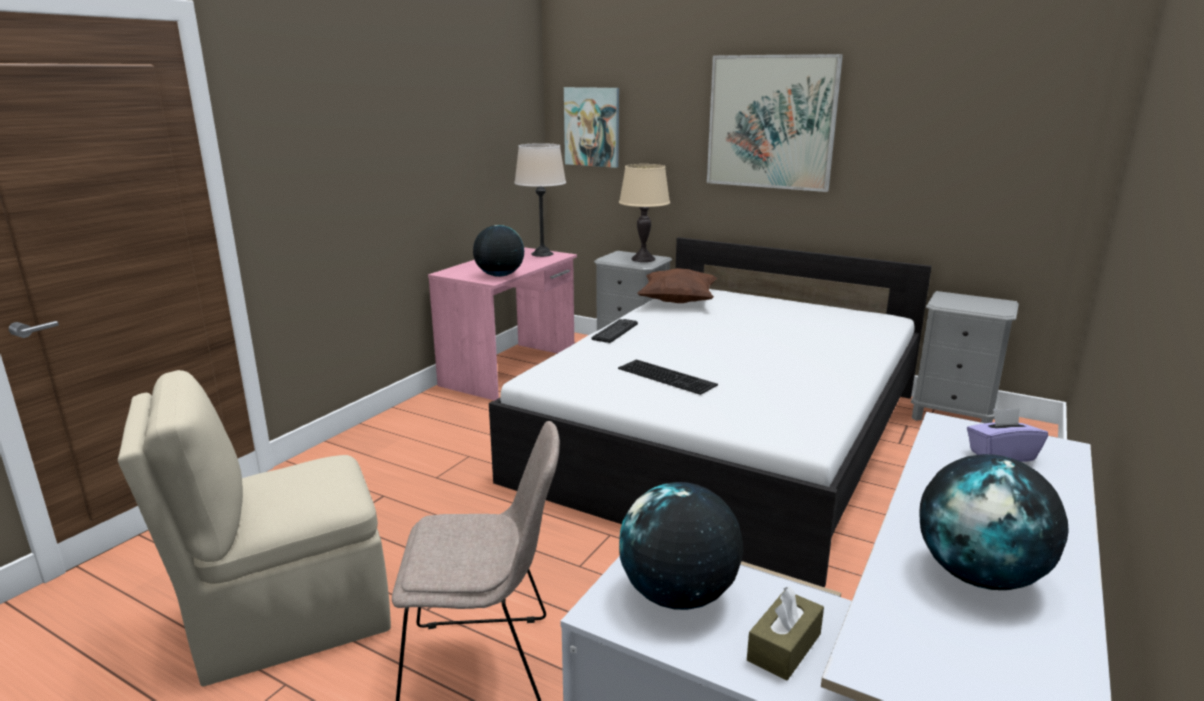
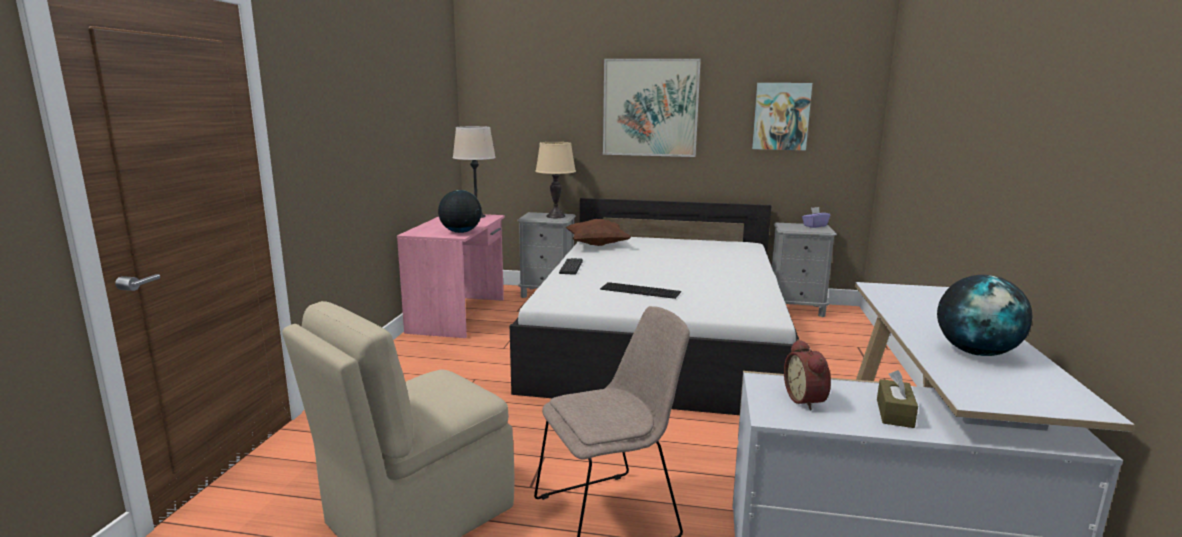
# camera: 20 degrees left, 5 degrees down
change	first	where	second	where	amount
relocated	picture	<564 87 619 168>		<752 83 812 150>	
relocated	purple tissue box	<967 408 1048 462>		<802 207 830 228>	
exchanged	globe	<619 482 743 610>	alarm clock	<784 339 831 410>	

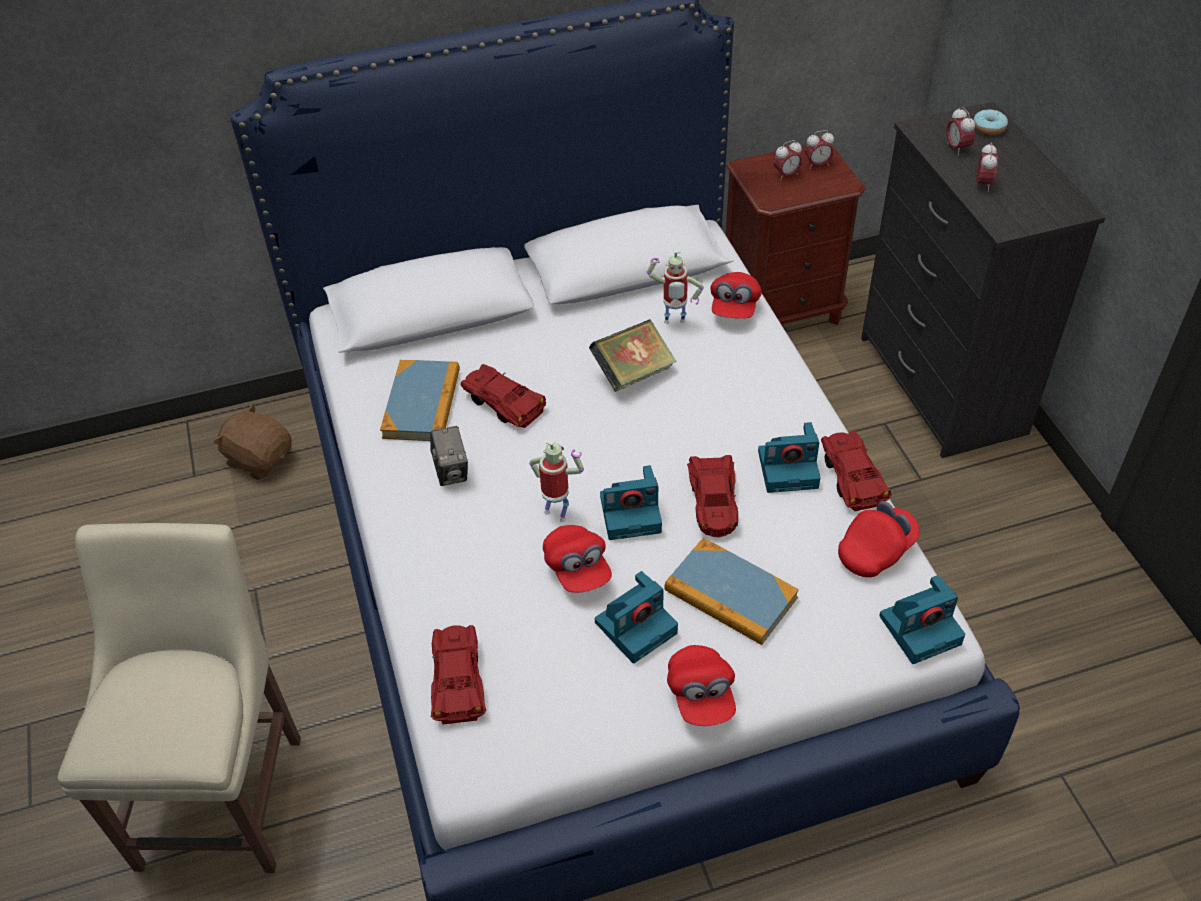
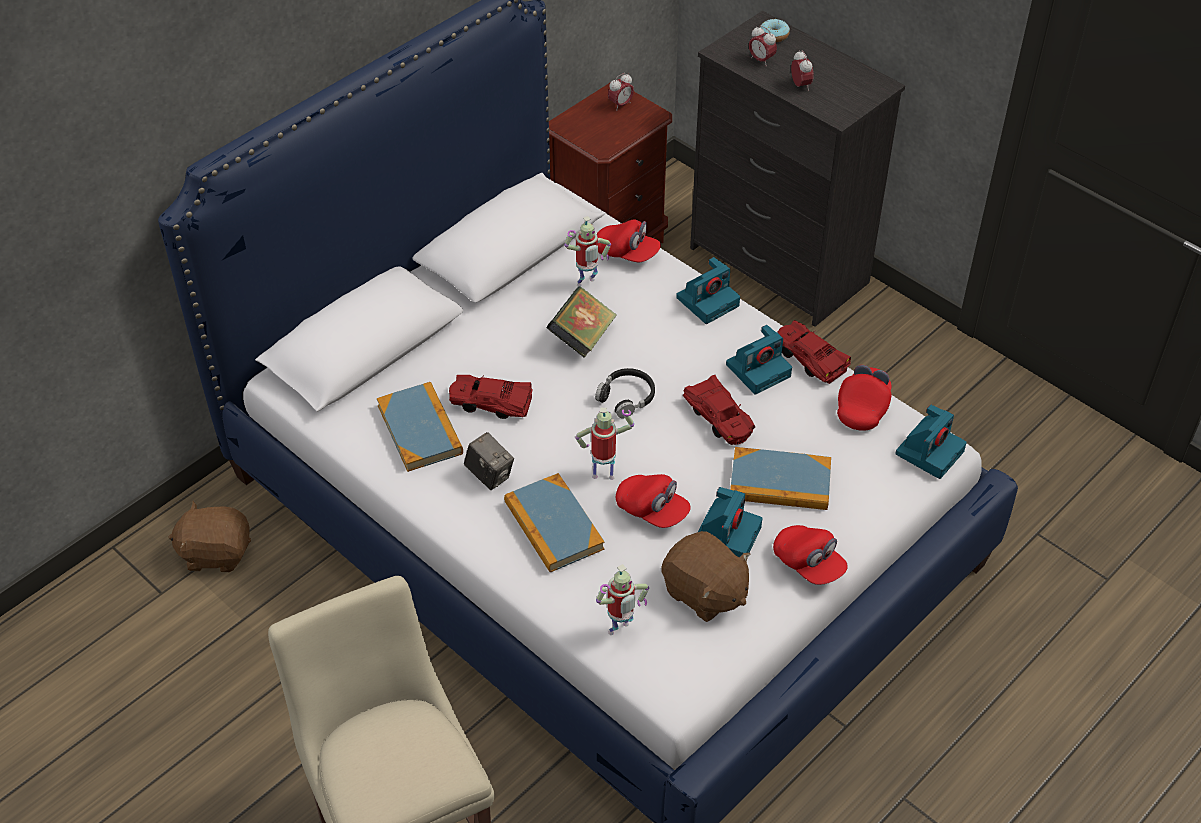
# camera: 30 degrees left, 0 degrees up
change	first	where	second	where	amount
missing	alarm clock	<773 140 803 181>			
spun	red cap	<710 272 762 319>		<597 220 661 262>	45 degrees counterclockwise
relocated	photo camera	<600 465 662 540>		<676 257 740 324>	
exchanged	red toy car	<431 625 486 724>	toy robot	<596 564 649 635>	
appeared			black headphones	<595 368 655 418>	
appeared			book	<504 473 604 573>	
appeared			brown plush toy	<661 531 751 622>	

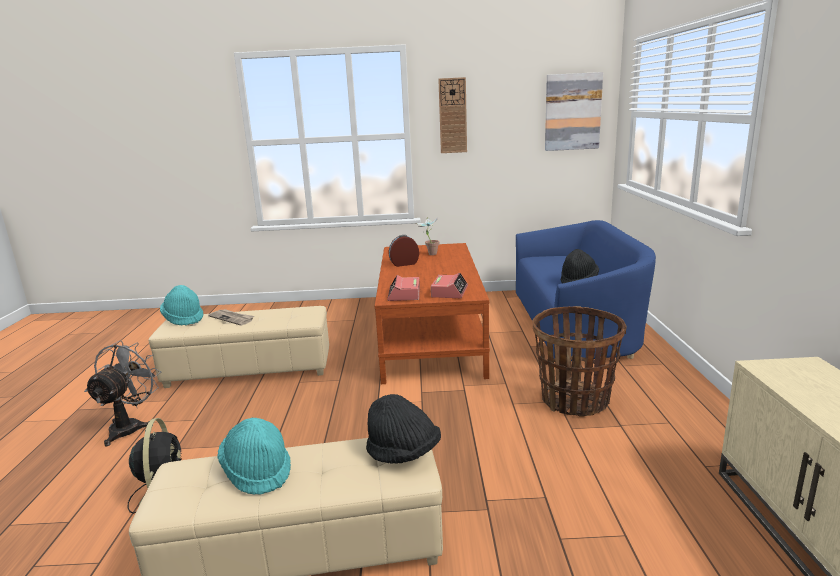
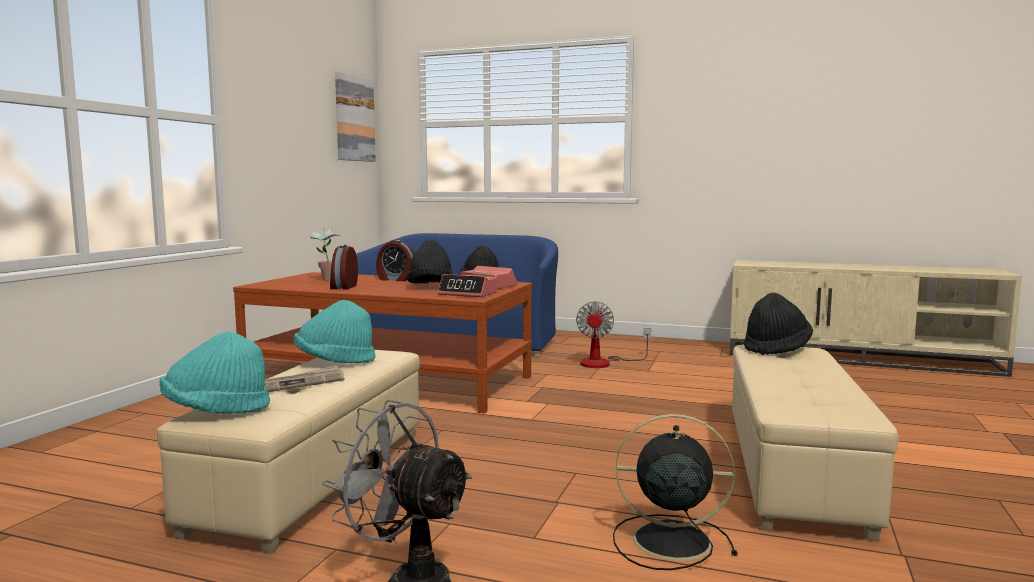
# camera: 70 degrees left, 10 degrees down
change	first	where	second	where	amount
missing	wall clock	<438 77 467 153>			
exchanged	basket	<532 306 627 417>	fan	<576 301 651 368>	
relocated	turquoise hat	<217 418 291 495>		<294 300 376 364>	
appeared			alarm clock	<376 240 414 281>	
appeared			black hat	<407 240 453 284>	

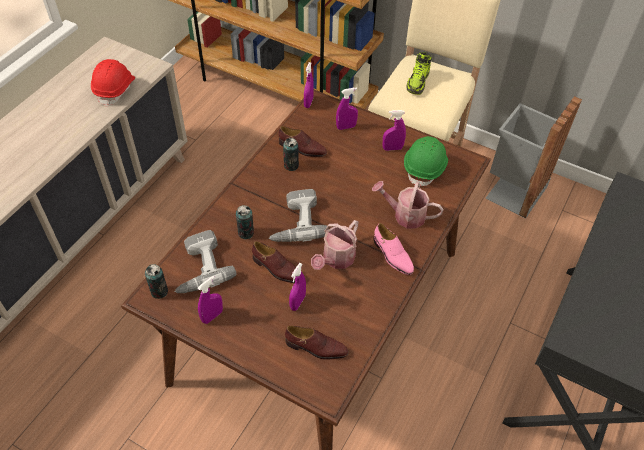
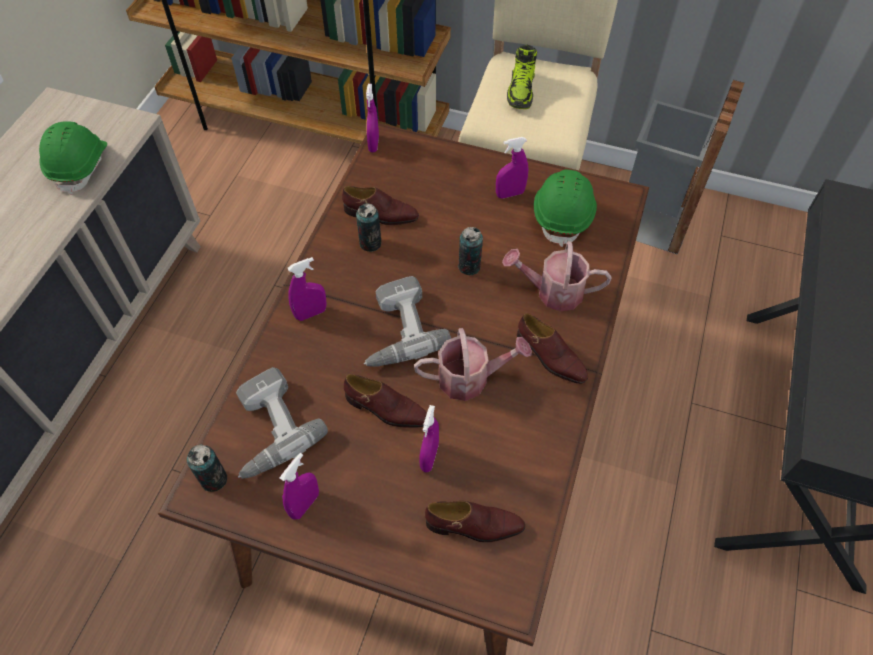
# camera: 10 degrees left, 5 degrees up
change	first	where	second	where	amount
colour	red hard hat	<91 59 135 107>	green hard hat	<39 121 107 195>	
relocated	purple spray bottle	<336 87 358 130>		<287 257 327 321>	
relocated	can	<236 205 254 239>		<458 227 483 275>	
spun	watering can	<311 220 359 270>		<414 328 532 401>	120 degrees counterclockwise
colour	pink shoe	<374 223 414 275>	brown shoe	<517 313 588 384>	

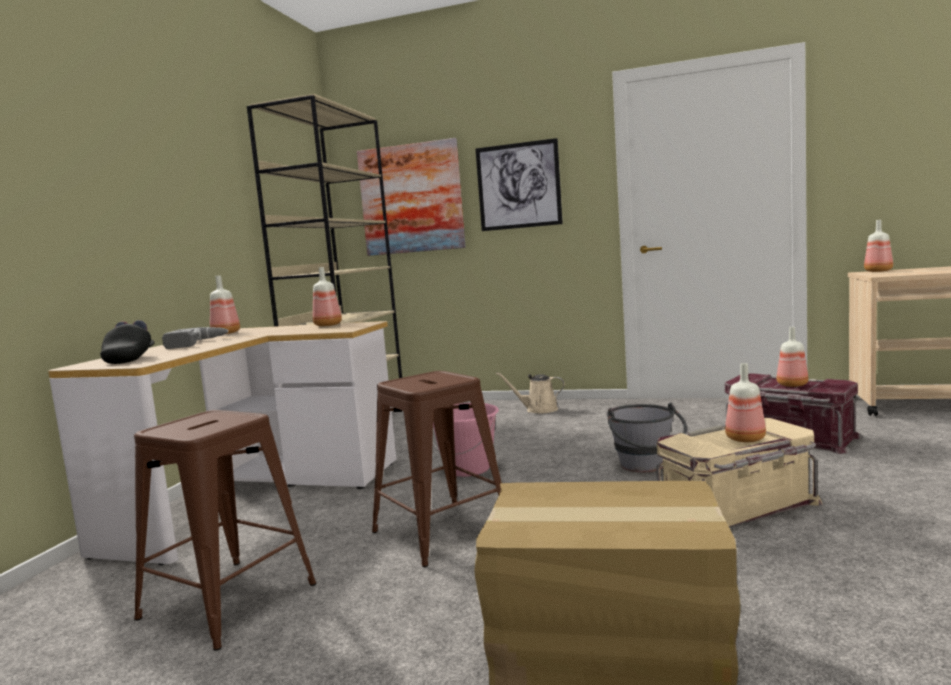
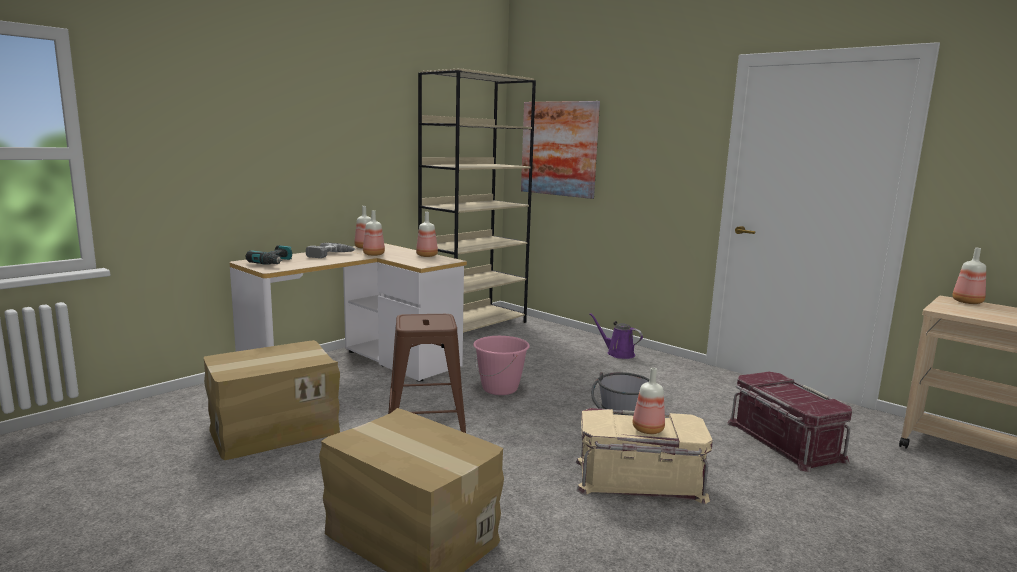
# camera: 25 degrees right, 5 degrees up
change	first	where	second	where	amount
missing	picture	<475 138 563 231>			
exchanged	black cap	<100 320 155 364>	power drill	<246 245 292 265>	
relocated	bottle	<777 327 808 387>		<363 210 385 256>	
colour	beige watering can	<496 372 565 414>	purple watering can	<589 313 643 359>	
exchanged	brown stool	<134 410 316 651>	cardboard box	<204 340 340 460>	

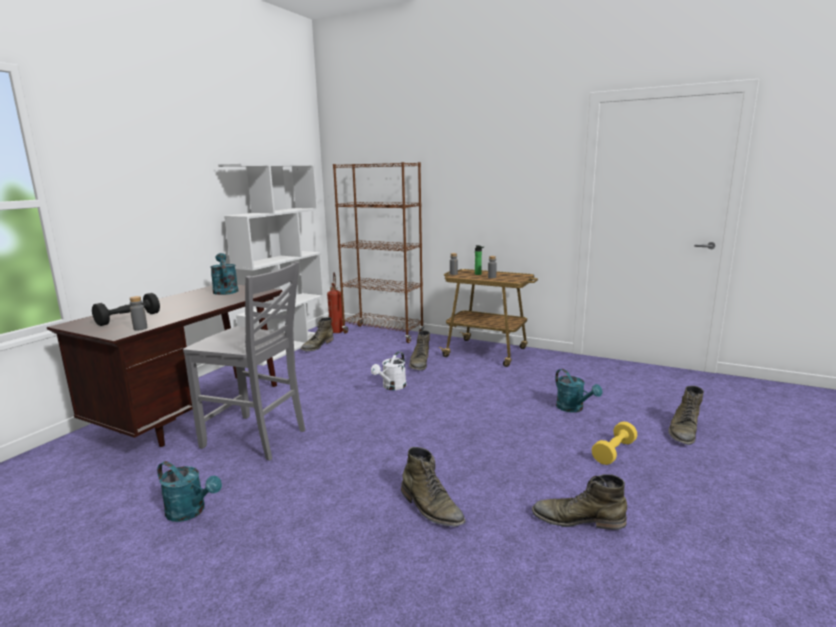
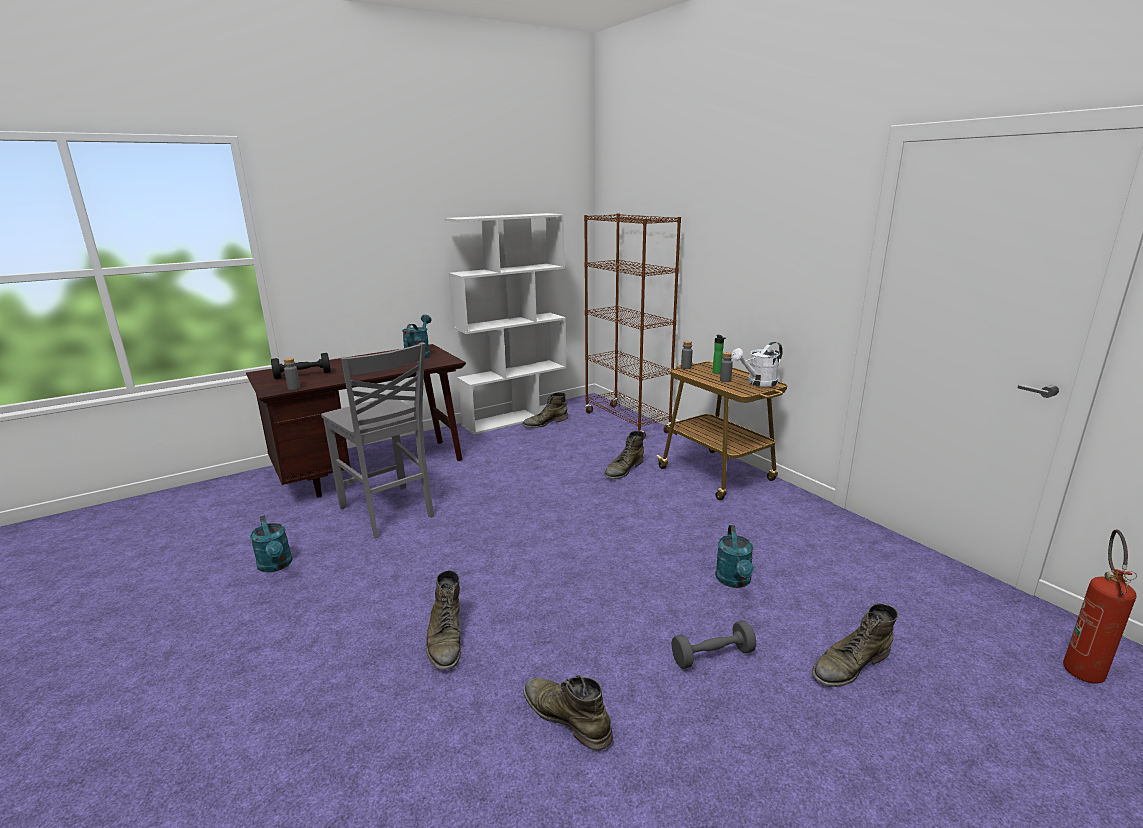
# camera: 30 degrees right, 5 degrees up
change	first	where	second	where	amount
relocated	fire extinguisher	<327 272 343 333>		<1063 529 1137 684>	
relocated	white watering can	<371 351 407 390>		<731 342 783 387>	
colour	yellow dumbbell	<592 421 637 465>	grey dumbbell	<671 620 756 669>	

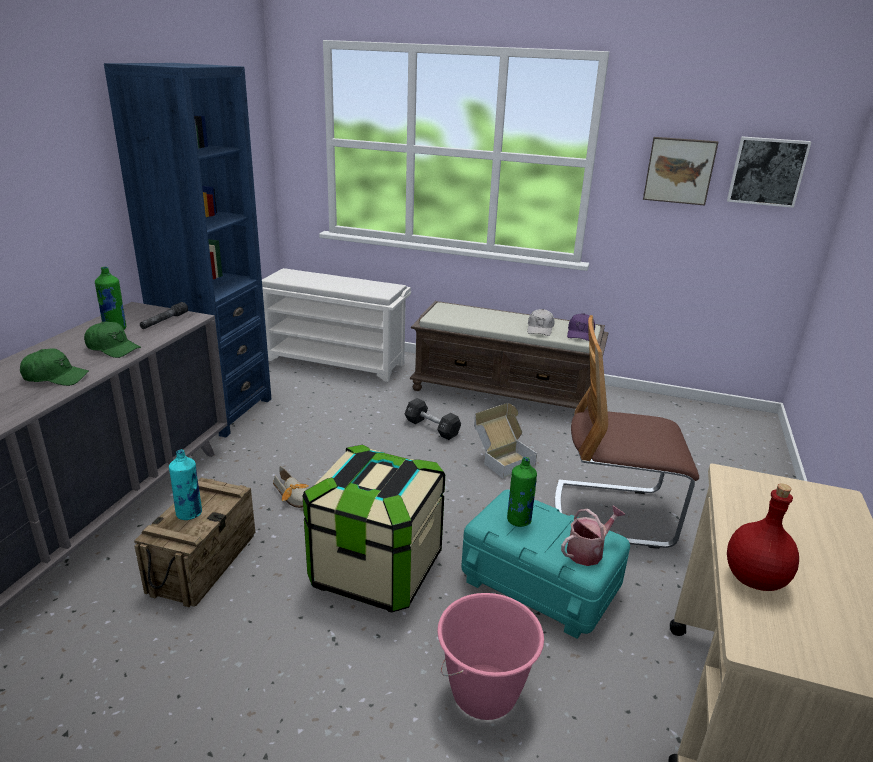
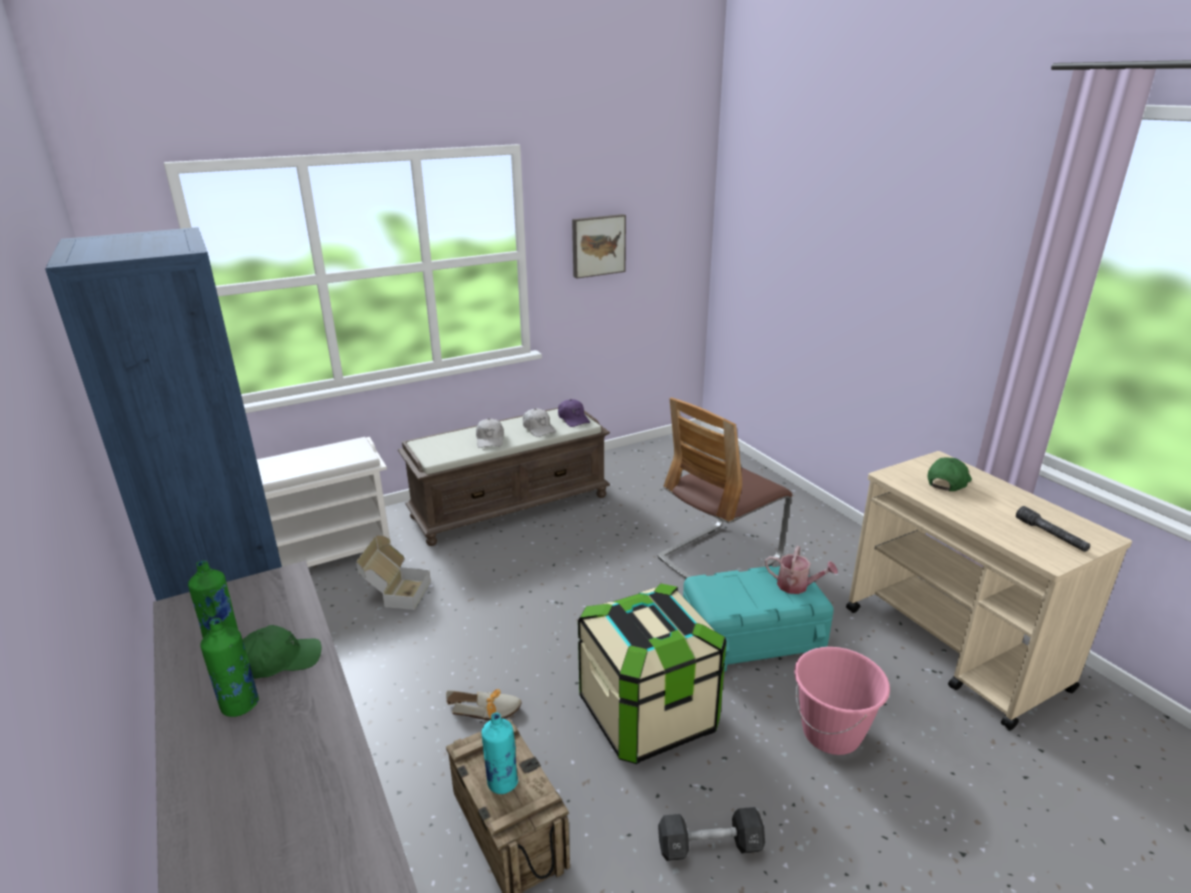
# camera: 45 degrees left, 0 degrees up
change	first	where	second	where	amount
missing	picture	<727 136 812 208>			
relocated	grey flashlight	<140 302 188 329>		<1016 506 1090 552>	
relocated	green cap	<20 349 89 386>		<927 458 972 491>	
relocated	black dumbbell	<404 398 461 440>		<658 807 765 861>	
relocated	cardboard box	<474 403 537 478>		<356 536 431 610>	
relocated	green bottle	<507 457 537 527>		<200 618 259 717>	
missing	red bottle	<727 484 799 591>			
spun	watering can	<561 505 625 566>		<765 546 838 594>	105 degrees clockwise
appeared			white cap	<476 419 504 448>	

